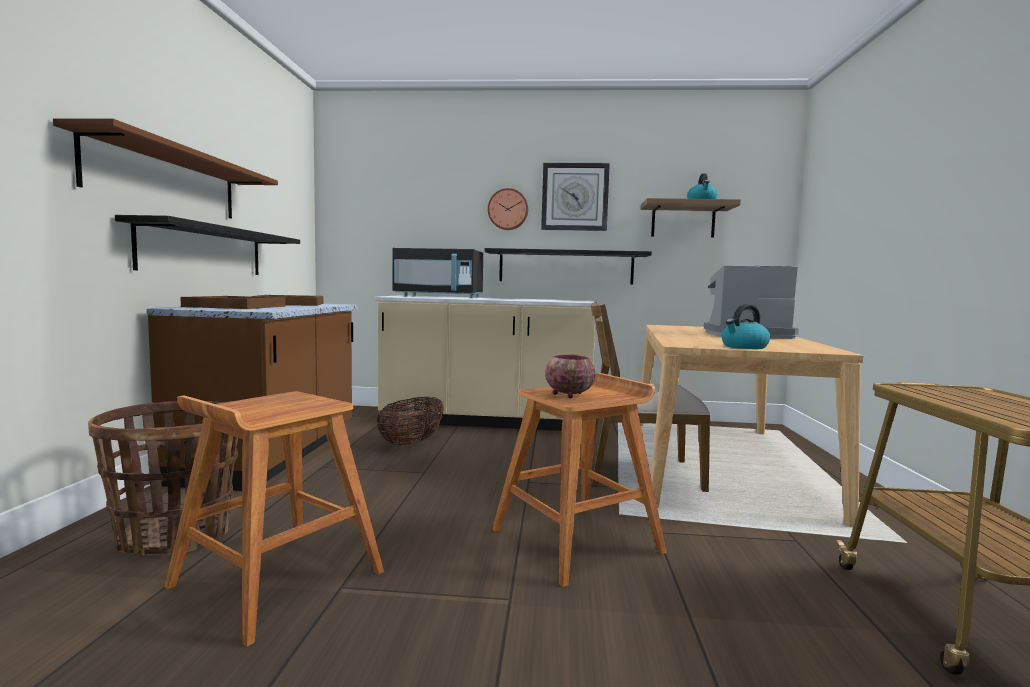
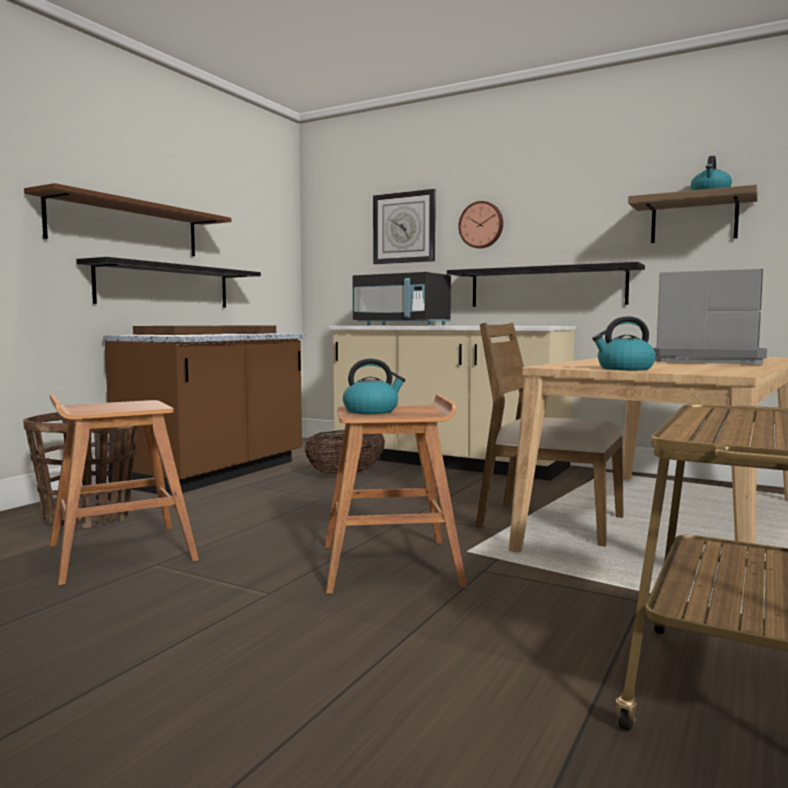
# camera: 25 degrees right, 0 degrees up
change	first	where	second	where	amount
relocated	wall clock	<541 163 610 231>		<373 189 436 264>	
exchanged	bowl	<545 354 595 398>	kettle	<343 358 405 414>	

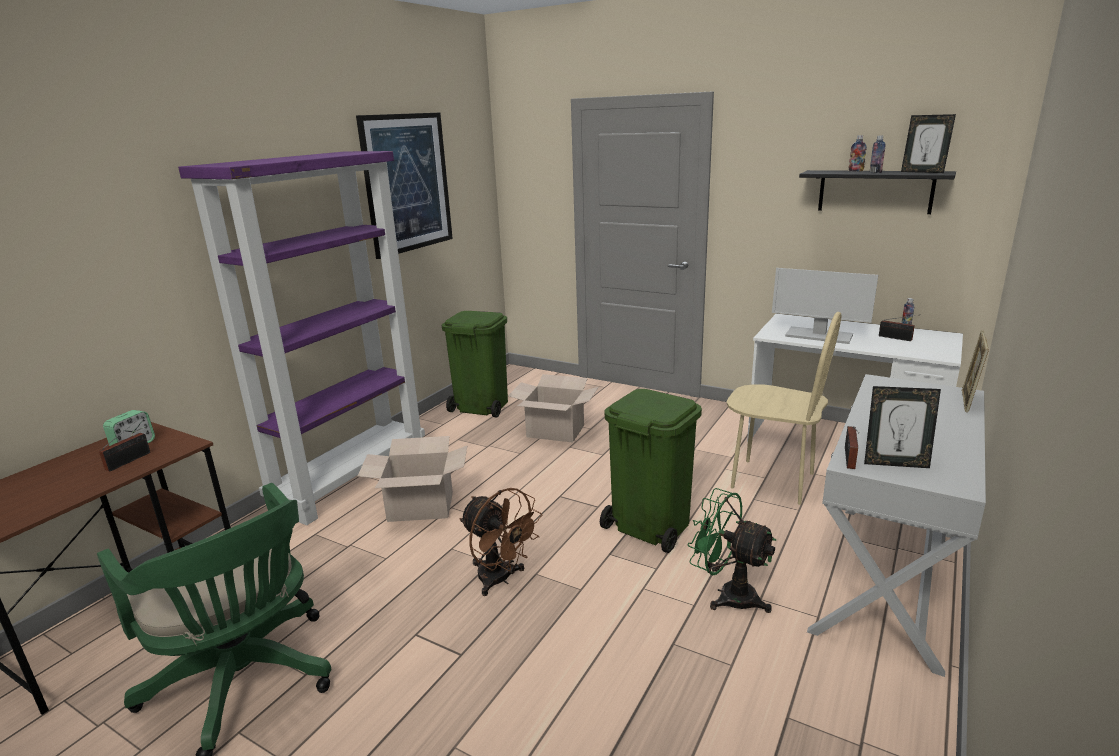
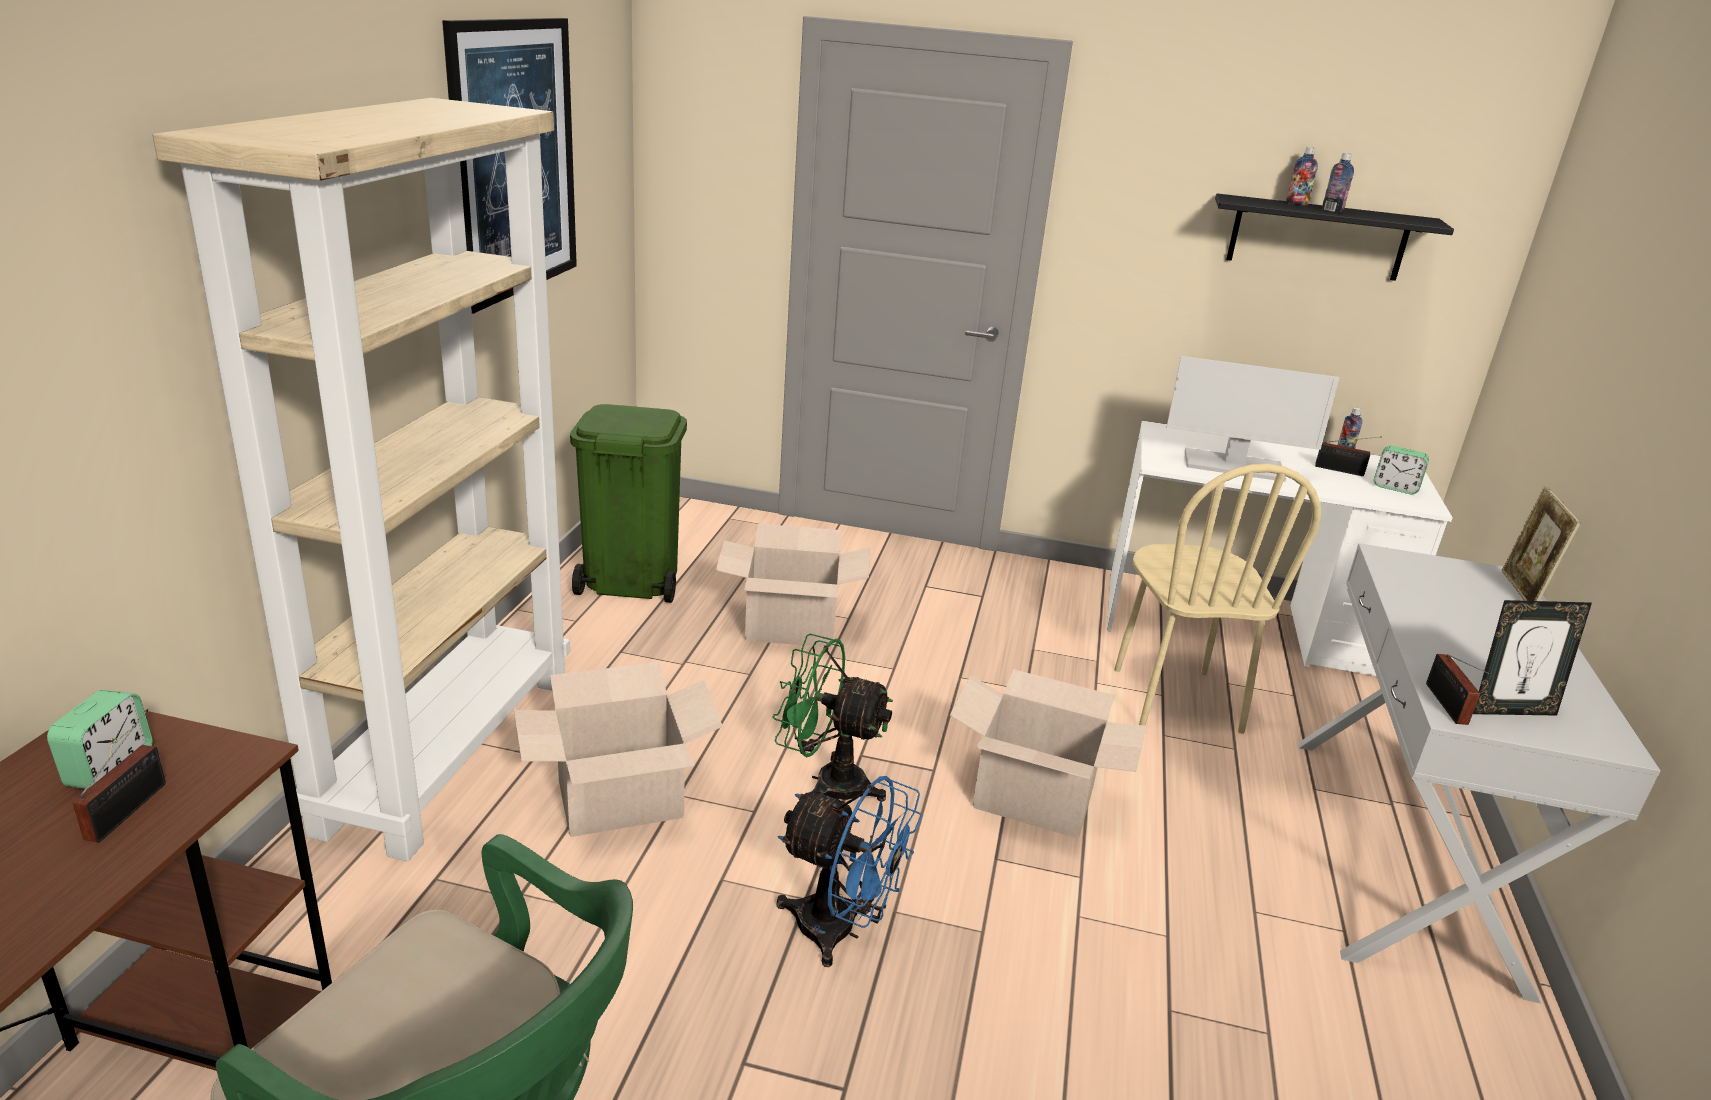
# camera: 20 degrees left, 5 degrees up
change	first	where	second	where	amount
missing	picture frame	<901 114 956 173>			
colour	purple bookcase	<178 151 425 525>	beige bookcase	<153 98 570 861>	
spun	beige chair	<727 312 841 505>		<1114 464 1321 734>	75 degrees clockwise
exchanged	green trash can	<600 389 702 553>	cardboard box	<949 669 1147 839>	
colour	brown fan	<460 488 542 596>	blue fan	<777 776 922 967>	
relocated	green fan	<687 488 776 613>		<773 634 893 802>	
appeared			alarm clock	<1374 445 1429 494>	

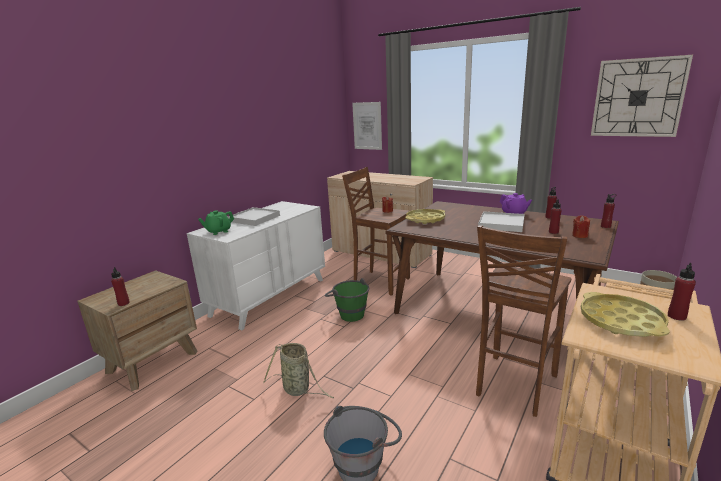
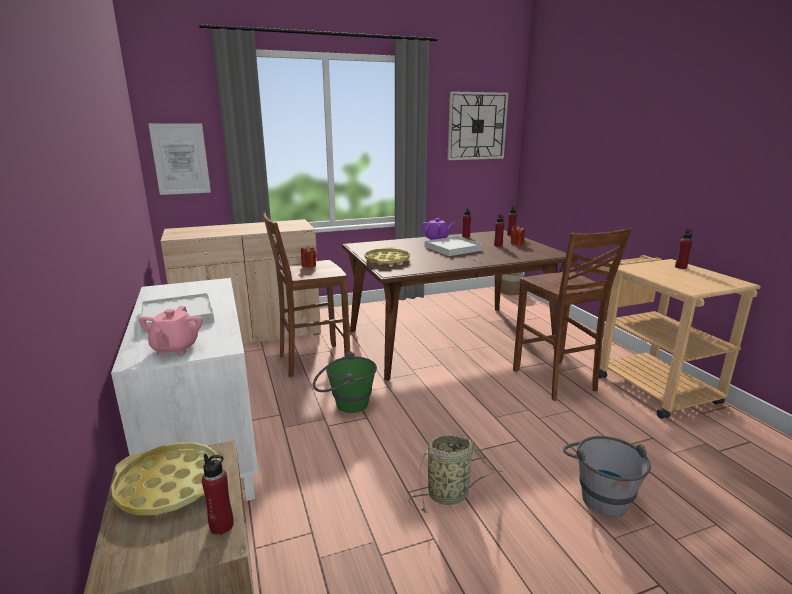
# camera: 55 degrees left, 0 degrees up
change	first	where	second	where	amount
colour	green teapot	<198 210 234 235>	pink teapot	<139 306 202 355>	
relocated	yellow tray	<581 292 670 337>		<111 442 220 515>	

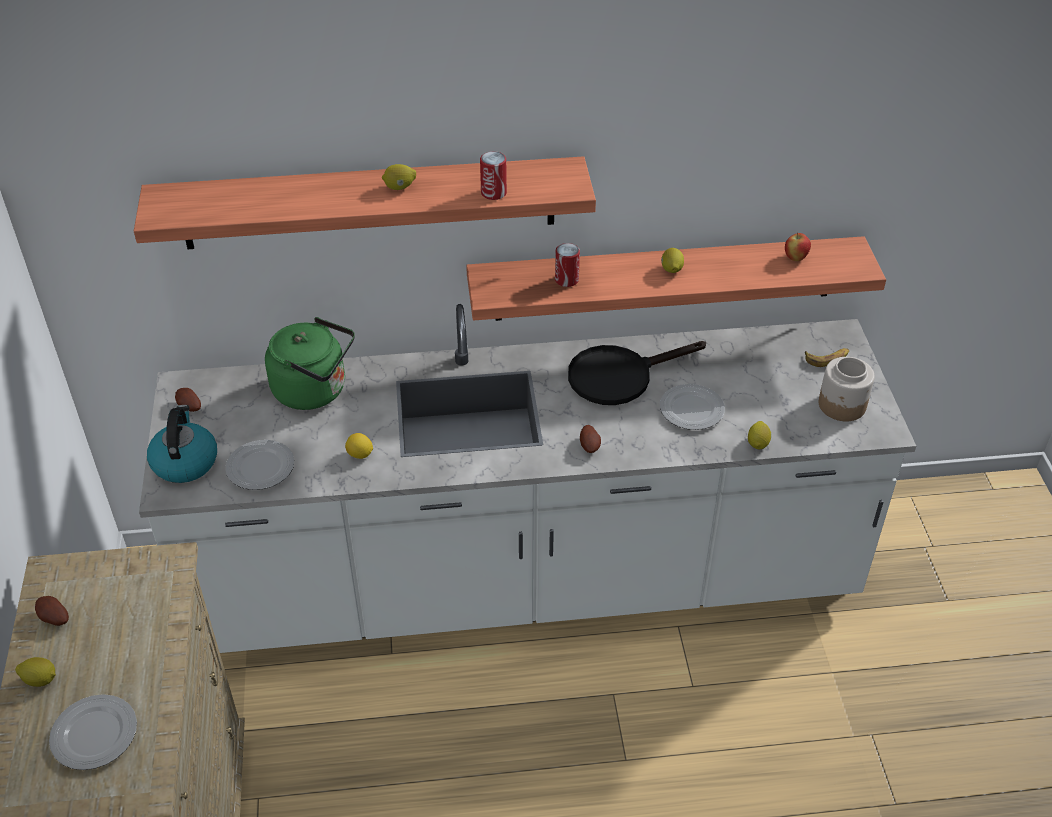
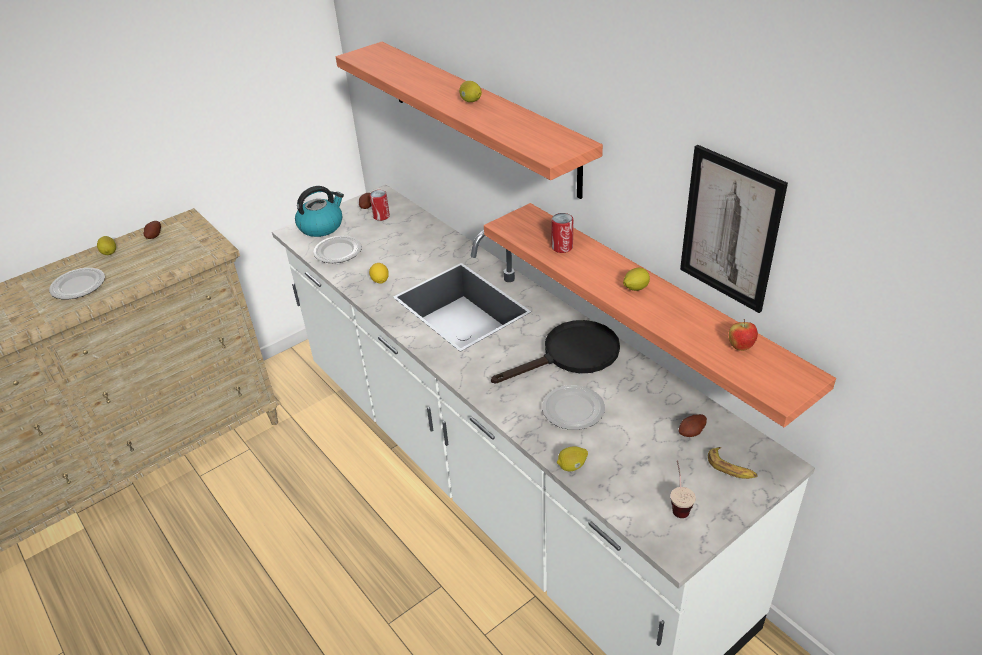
# camera: 60 degrees right, 5 degrees down
change	first	where	second	where	amount
relocated	can	<480 151 507 200>		<370 190 390 221>	
missing	green kettle	<265 317 355 410>			
spun	black frying pan	<568 341 706 405>		<491 320 620 384>	120 degrees clockwise
exchanged	jar	<819 357 875 421>	cup	<670 460 696 518>	
relocated	potato	<580 425 601 453>		<679 414 707 437>	
appeared			picture	<680 145 788 313>	

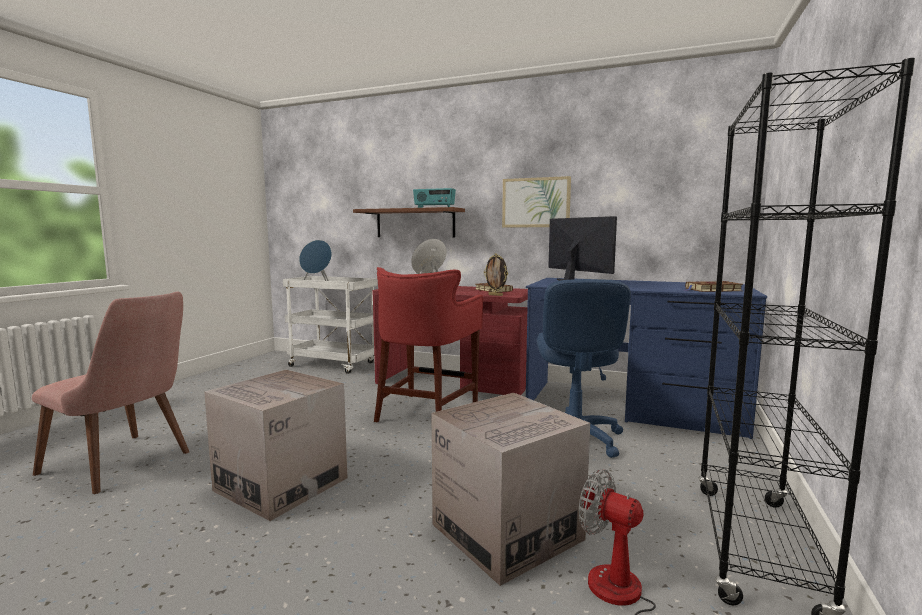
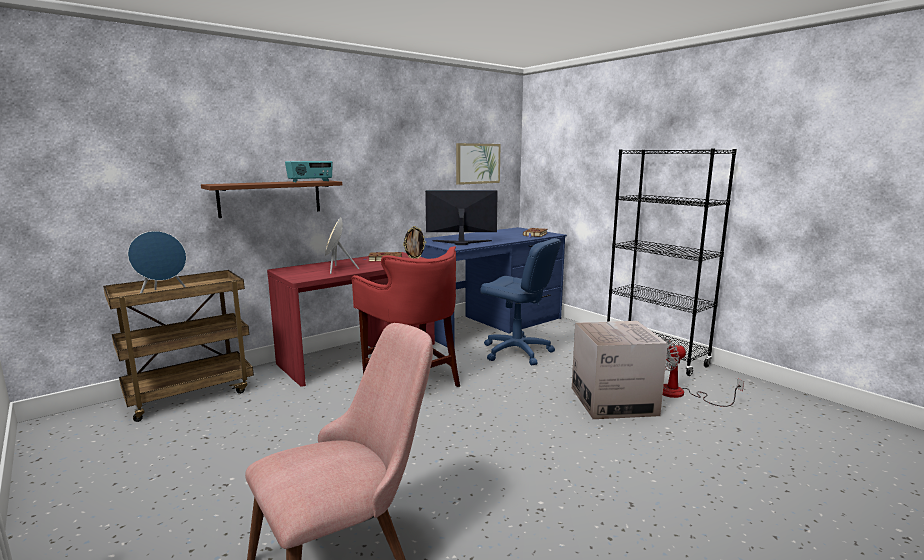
# camera: 60 degrees left, 5 degrees up
change	first	where	second	where	amount
relocated	picture	<502 176 571 227>		<456 143 501 185>	
colour	white cart	<283 276 377 374>	brown cart	<103 270 254 422>	
missing	cardboard box	<204 370 347 521>			

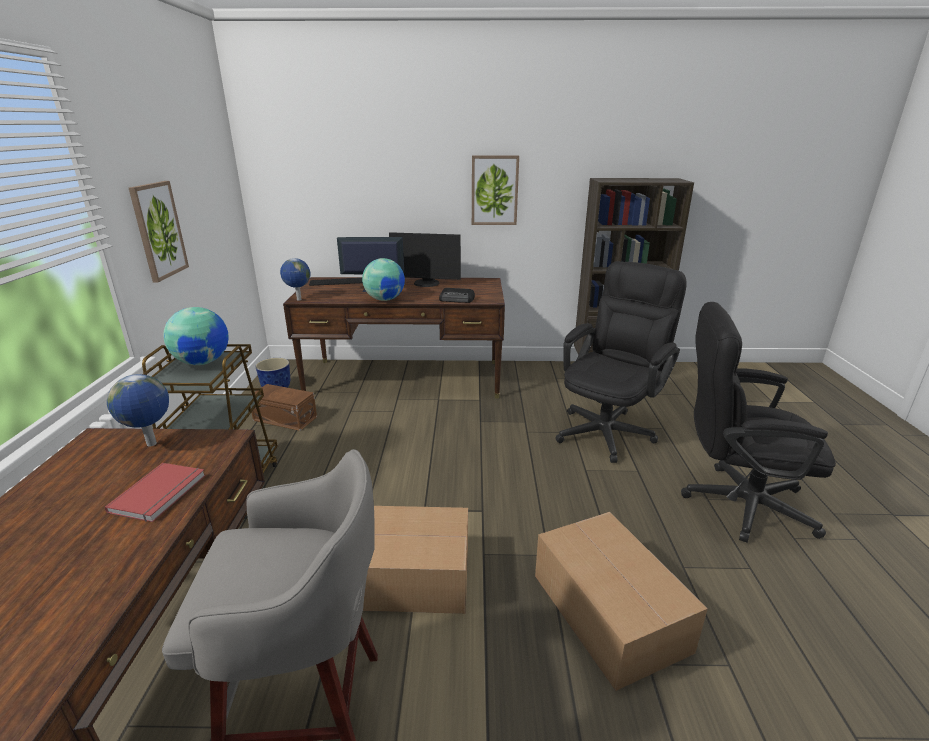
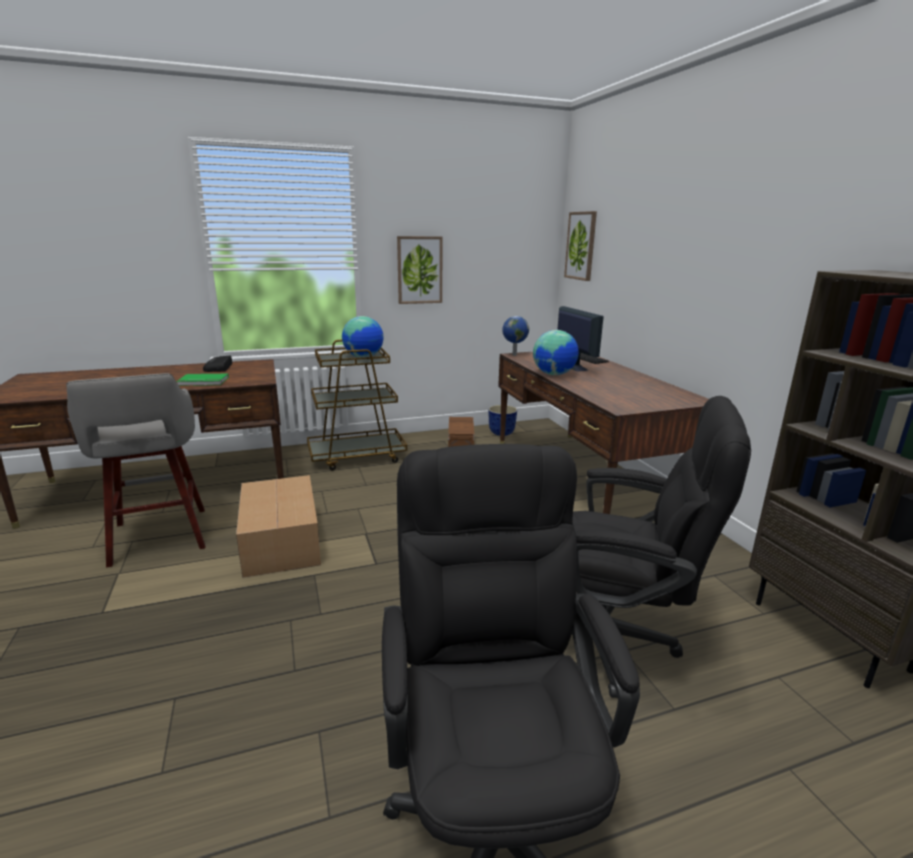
# camera: 70 degrees right, 5 degrees down
change	first	where	second	where	amount
relocated	picture	<472 156 519 225>		<564 211 597 281>	
missing	monitor	<389 232 461 287>			
relocated	radio	<439 288 475 303>		<203 356 232 372>	
missing	globe	<107 374 169 446>			
colour	red book	<105 463 206 522>	green book	<176 374 229 386>	
missing	cardboard box	<535 512 708 691>			

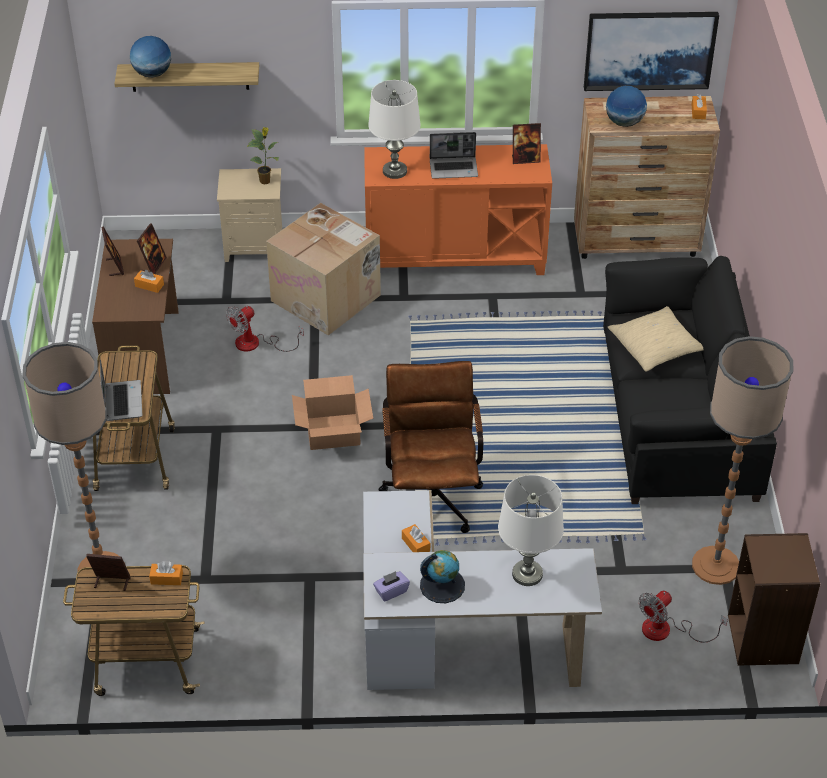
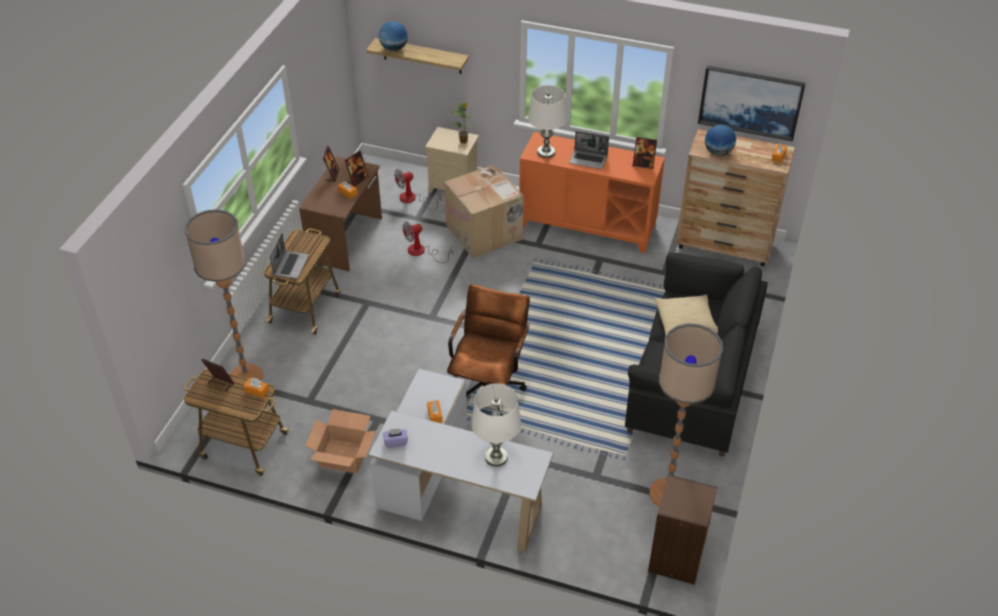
# camera: 20 degrees right, 0 degrees up
change	first	where	second	where	amount
relocated	cardboard box	<292 375 373 450>		<305 409 376 473>	
missing	globe	<420 550 465 603>			
relocated	fan	<639 591 728 642>		<394 169 441 210>	

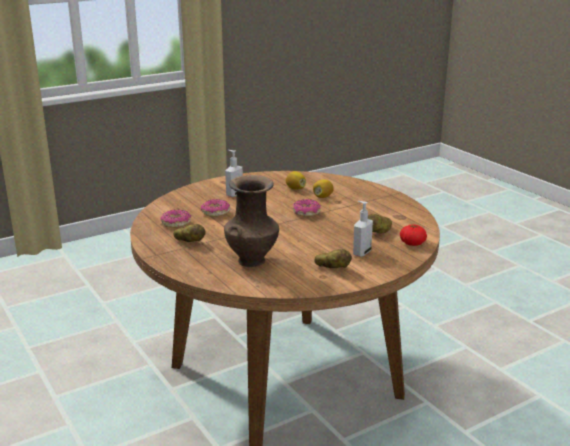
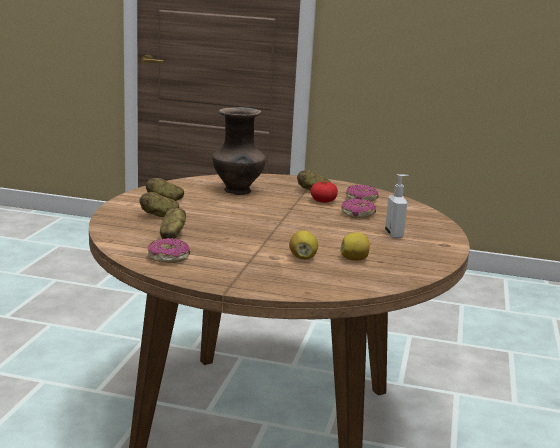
# camera: 135 degrees right, 5 degrees down
change	first	where	second	where	amount
relocated	donut	<293 199 321 217>		<147 238 190 263>	
exchanged	soap dispenser	<353 201 373 257>	potato	<140 192 179 217>	
relocated	tomato	<400 225 427 246>		<310 181 338 203>	

